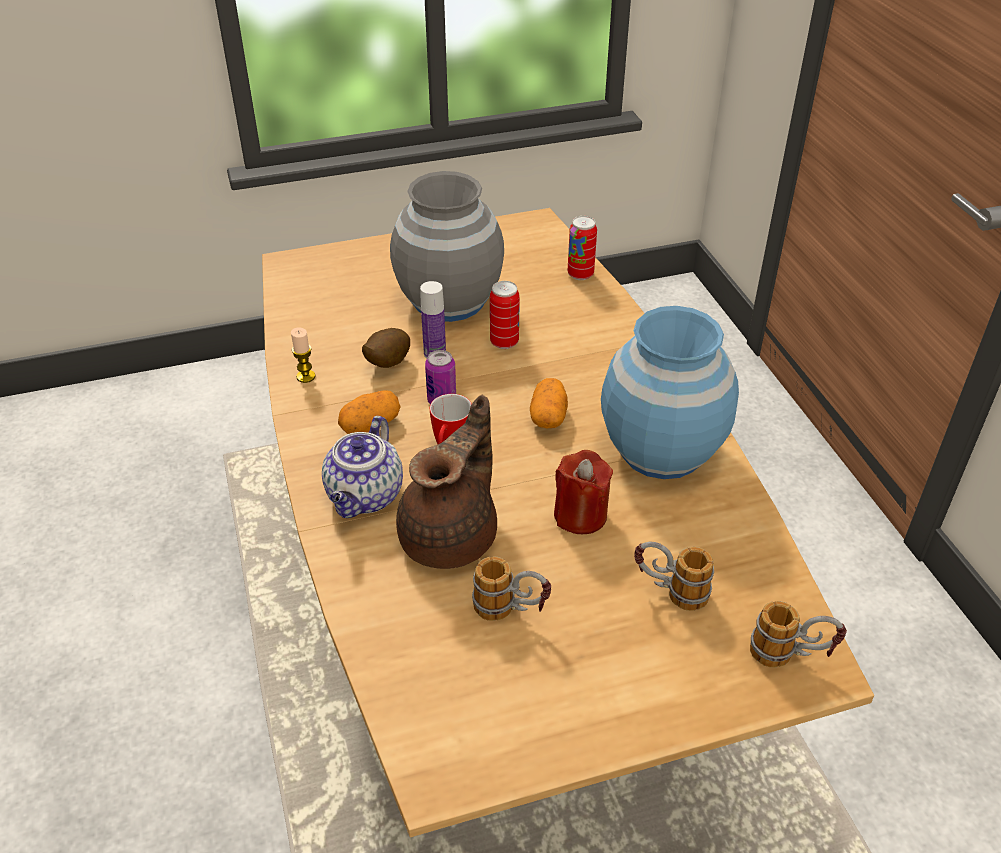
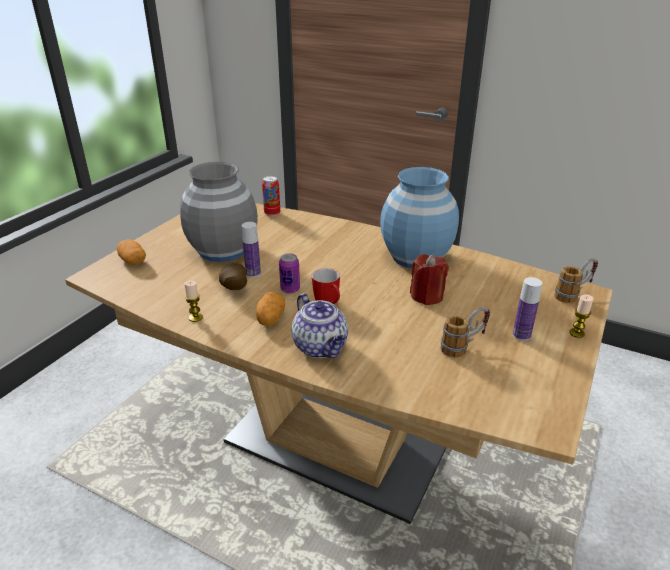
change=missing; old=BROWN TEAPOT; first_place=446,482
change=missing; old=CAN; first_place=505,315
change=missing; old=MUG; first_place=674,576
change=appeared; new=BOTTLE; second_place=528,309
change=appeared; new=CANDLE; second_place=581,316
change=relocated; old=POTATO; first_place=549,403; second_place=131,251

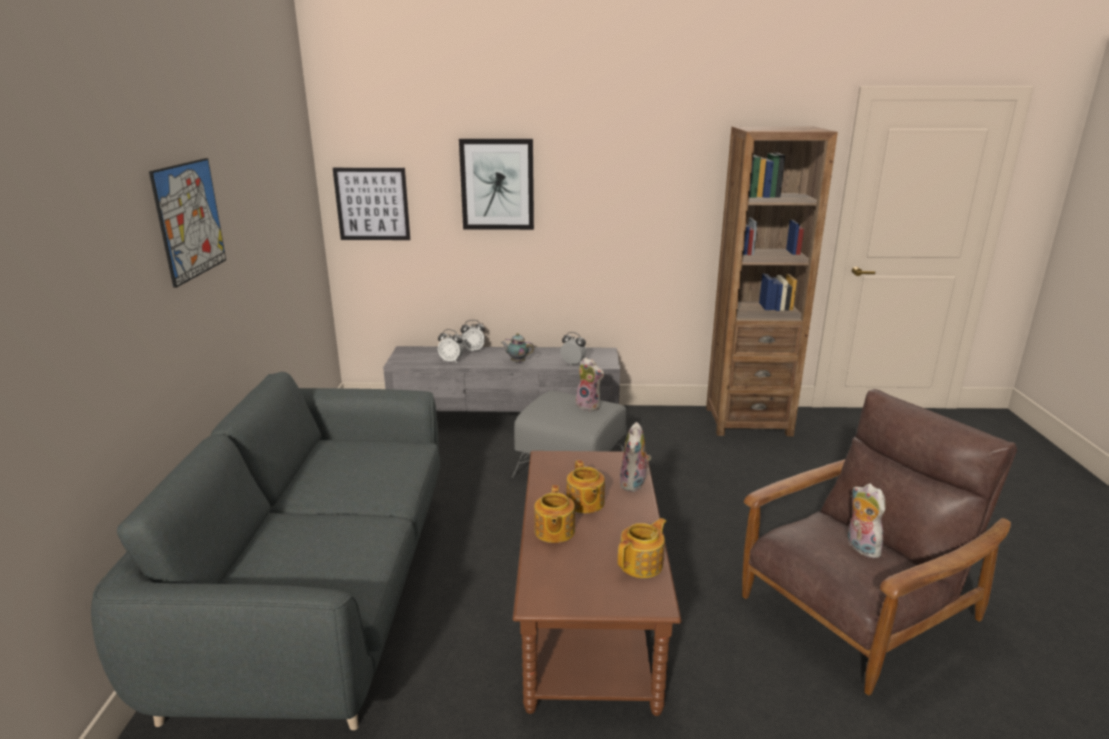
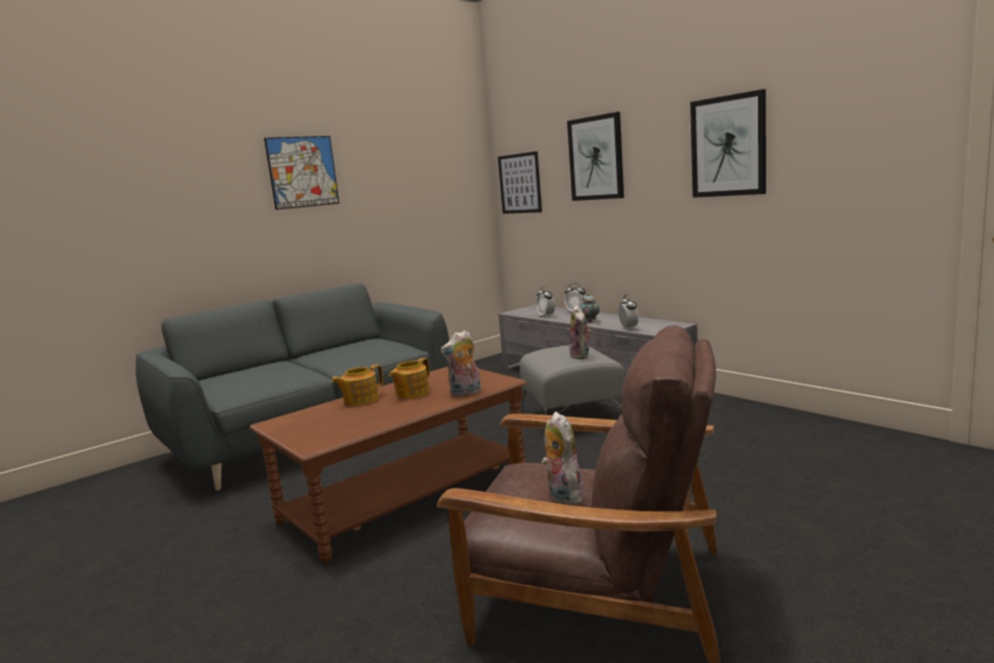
change=missing; old=TEAPOT; first_place=642,548
change=missing; old=BROWN BOOKCASE; first_place=772,281
change=appeared; new=PICTURE; second_place=728,143
change=spun; old=PLUSH TOY; first_place=867,520; second_place=564,458; degrees=-45

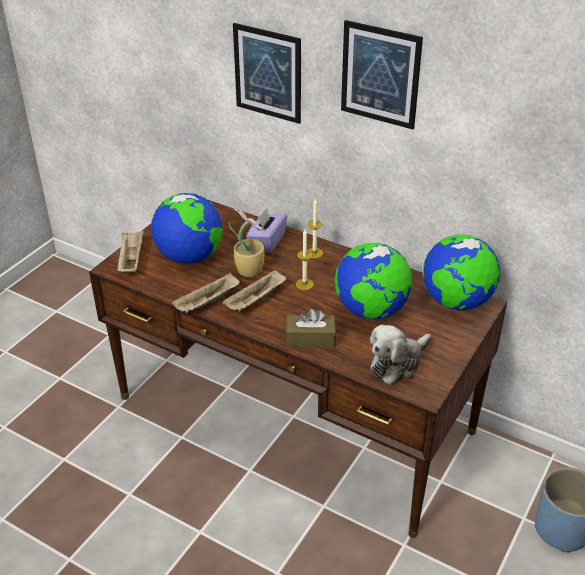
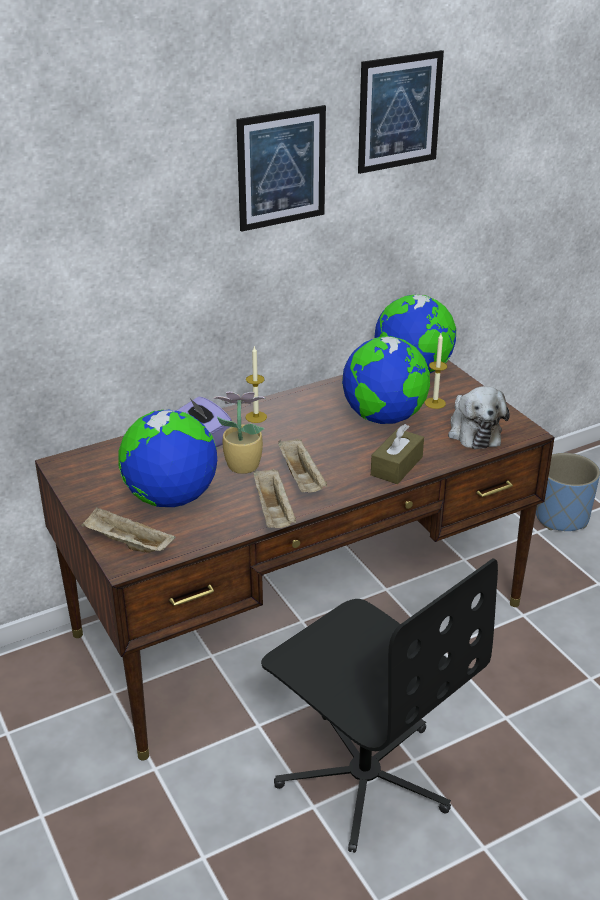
change=appeared; new=BLACK OFFICE CHAIR; second_place=379,705
change=relocated; old=PICTURE; first_place=267,73; second_place=401,112
change=relocated; old=CANDLE; first_place=305,259; second_place=436,371

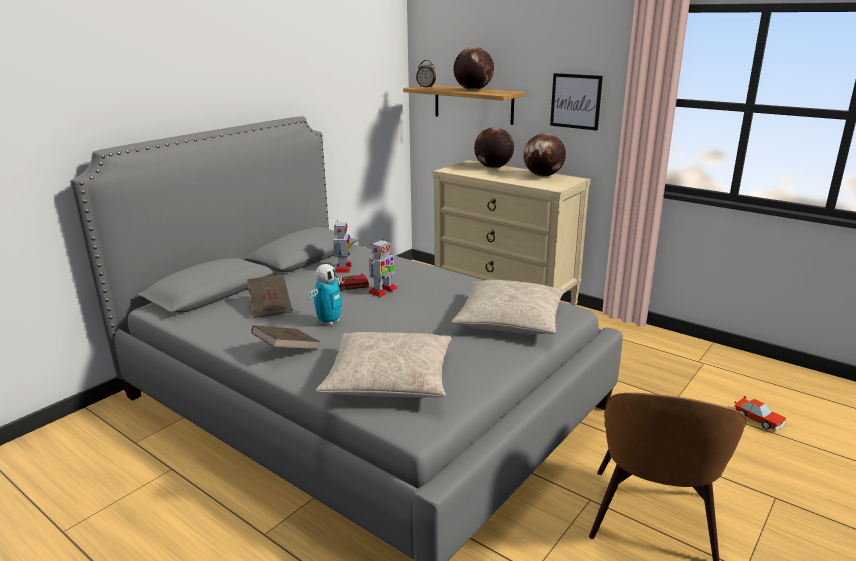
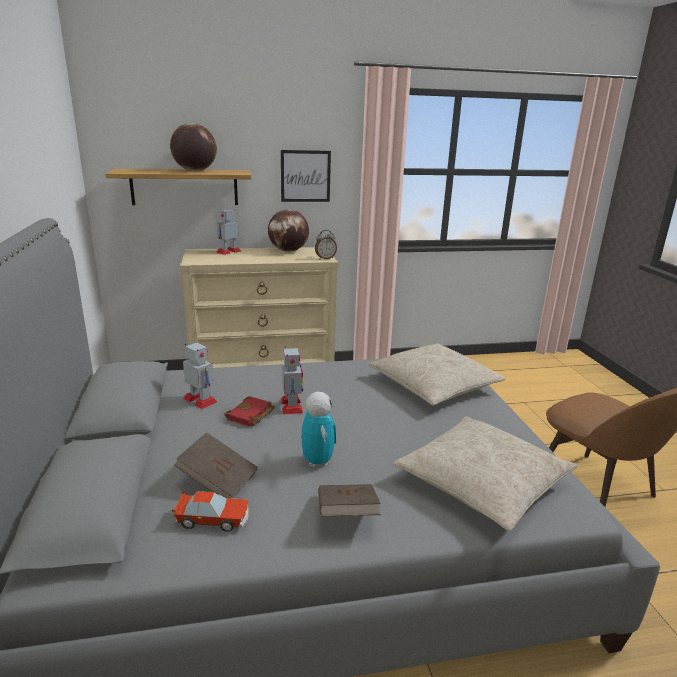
change=relocated; old=ALARM CLOCK; first_place=426,74; second_place=326,244
change=relocated; old=TOY CAR; first_place=760,413; second_place=210,511
change=exchanged; old=GLOBE; new=TOY ROBOT; first_place=494,147; second_place=228,232

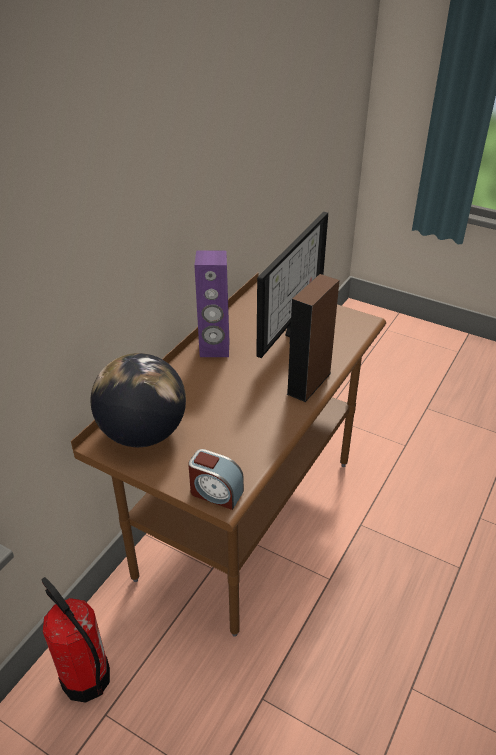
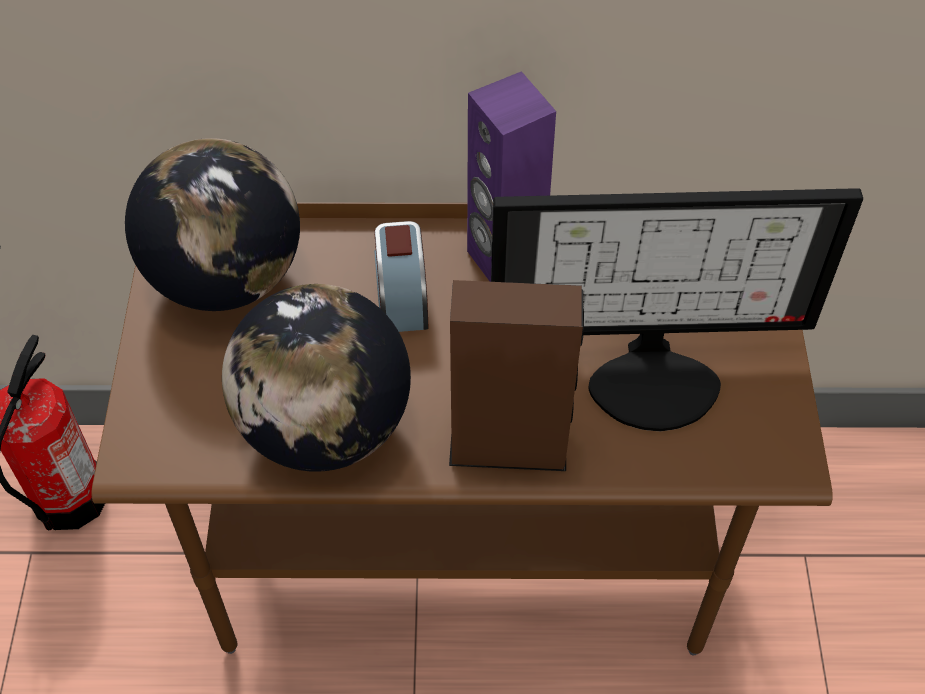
change=appeared; new=GLOBE; second_place=316,378
change=relocated; old=ALARM CLOCK; first_place=216,479; second_place=401,276

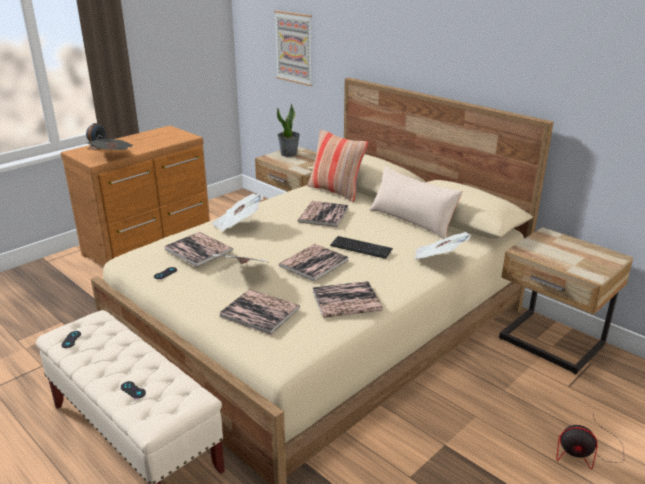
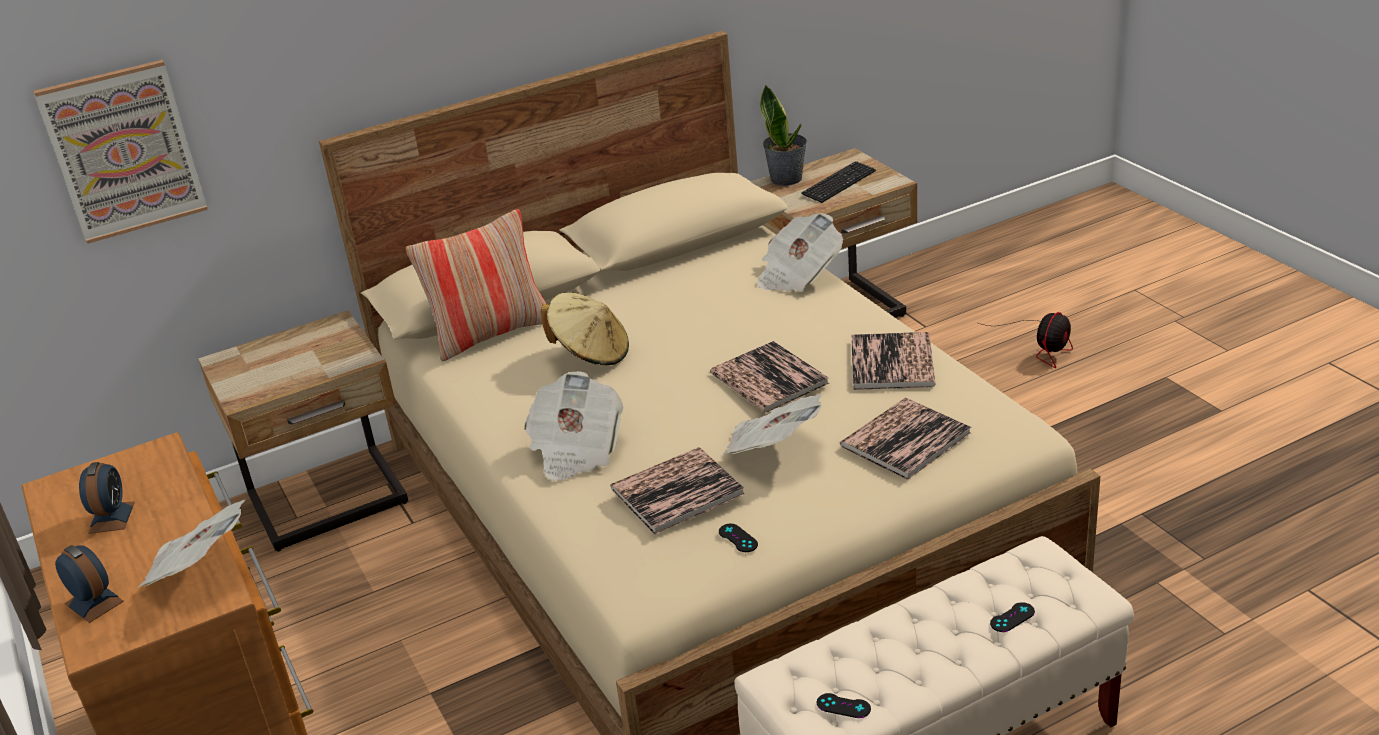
change=missing; old=BEIGE PILLOW; first_place=416,202
change=appeared; new=ALARM CLOCK; second_place=107,498
change=relocated; old=POTTED PLANT; first_place=288,130; second_place=783,135
change=relocated; old=KEYBOARD; first_place=361,247; second_place=838,182
change=exchanged; old=BOOK; new=BEIGE HAT; first_place=323,214; second_place=585,329

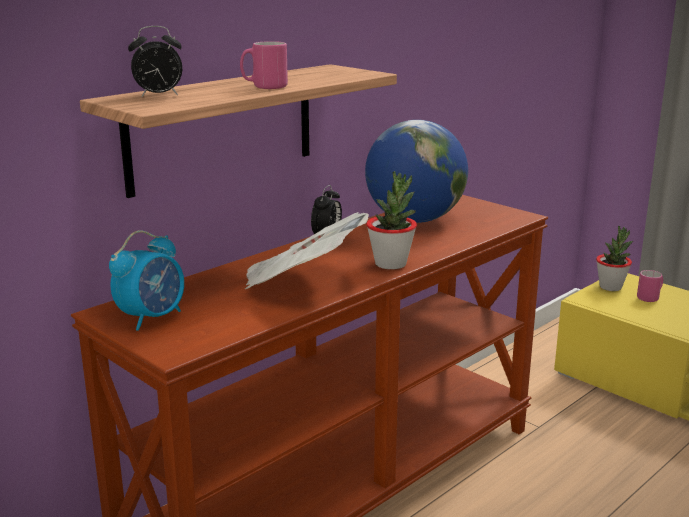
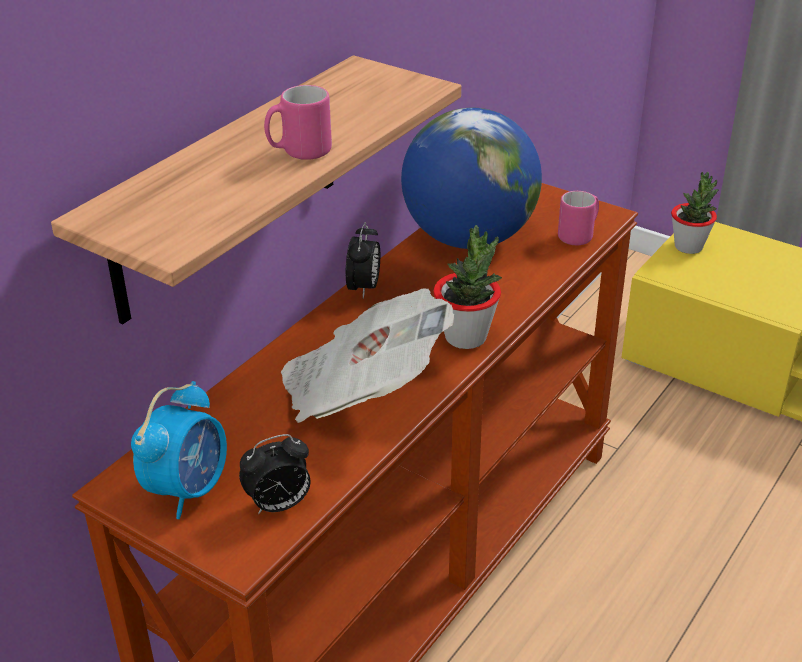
change=relocated; old=ALARM CLOCK; first_place=155,61; second_place=274,474
change=relocated; old=PINK MUG; first_place=650,286; second_place=578,218

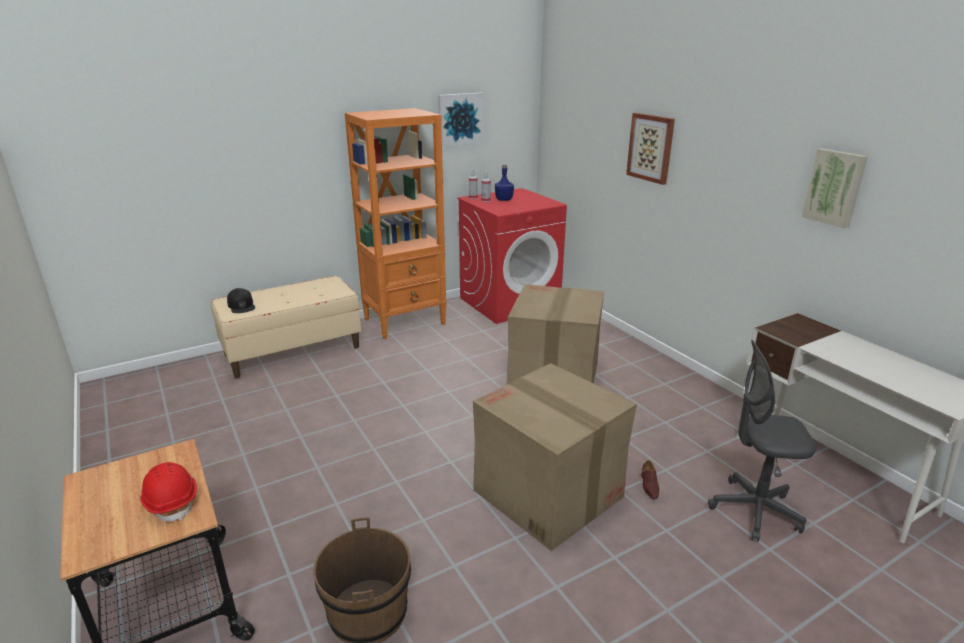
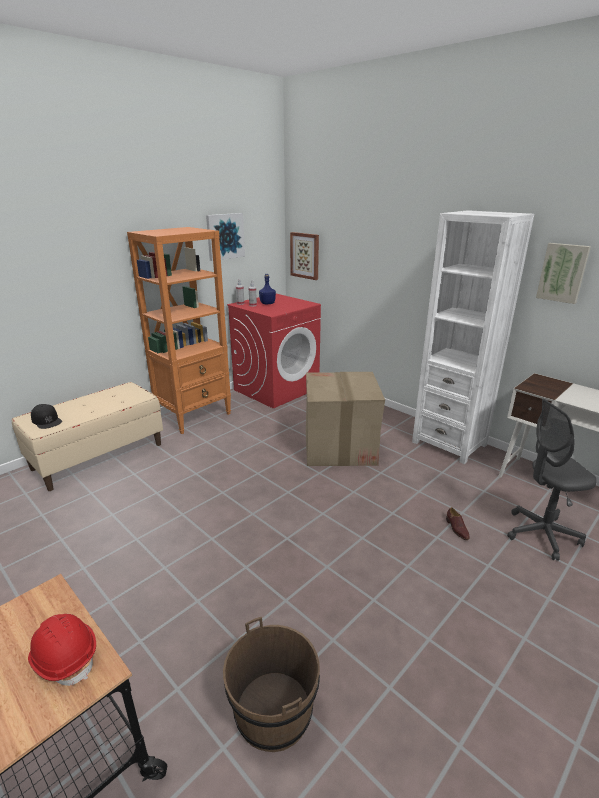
change=missing; old=CARDBOARD BOX; first_place=555,457
change=appeared; new=WHITE BOOKCASE; second_place=473,337
change=relocated; old=PICTURE; first_place=650,149; second_place=304,256

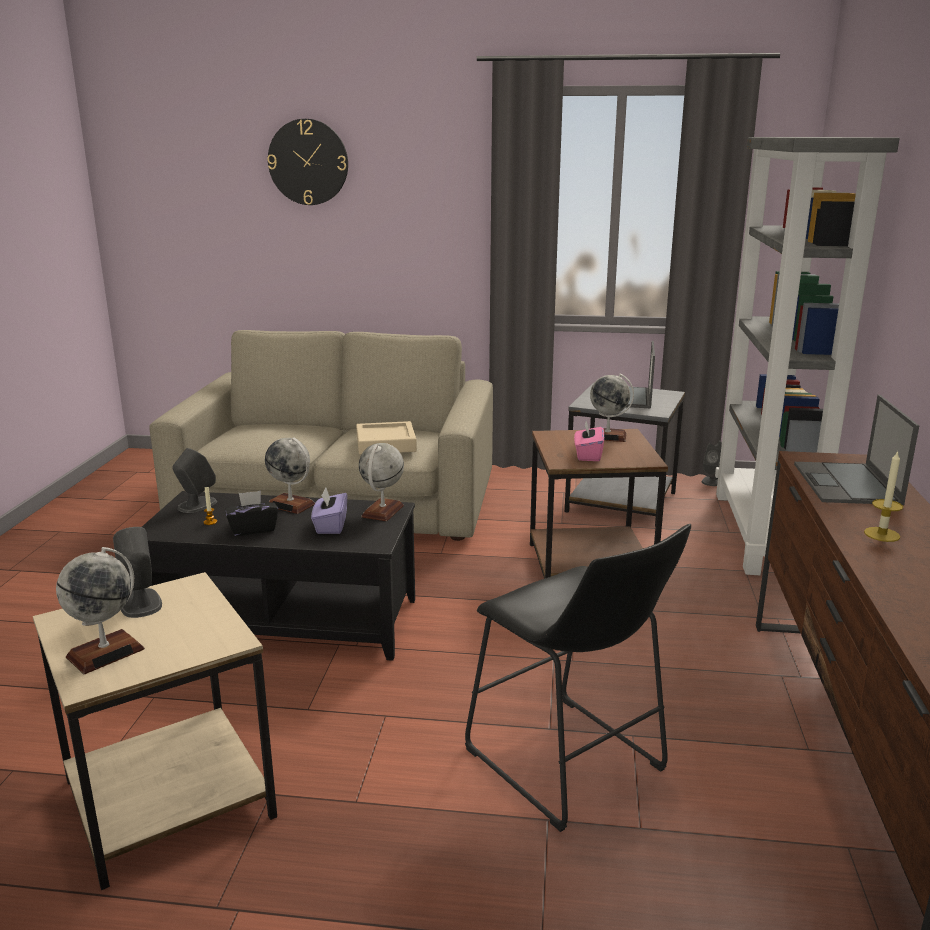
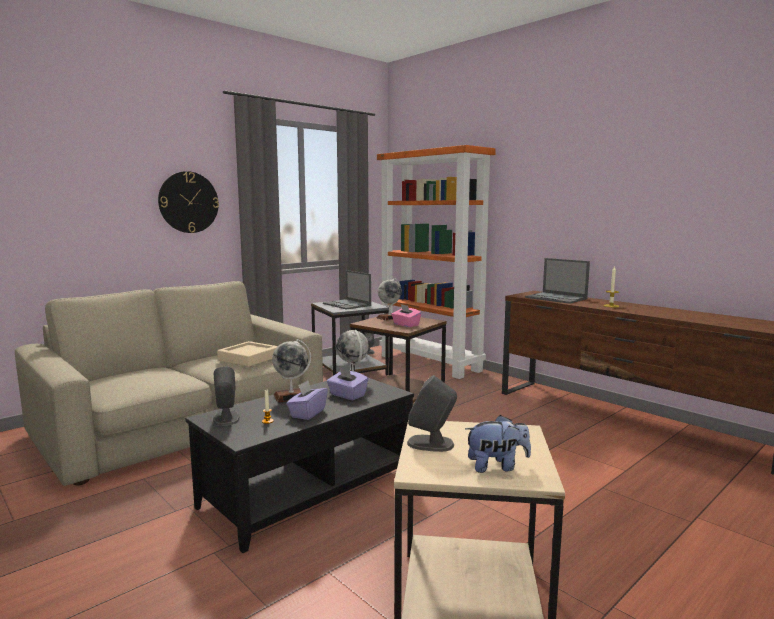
change=missing; old=BLACK STOOL; first_place=578,678
change=relocated; old=WALL CLOCK; first_place=307,162; second_place=188,202
change=exchanged; old=GLOBE; new=PLUSH TOY; first_place=100,610; second_place=498,444
change=colour; old=BLACK TISSUE BOX; new=PURPLE TISSUE BOX; first_place=251,513; second_place=307,400
change=colour; old=GREY BOOKCASE; new=ORANGE BOOKCASE; first_place=807,356; second_place=436,262

